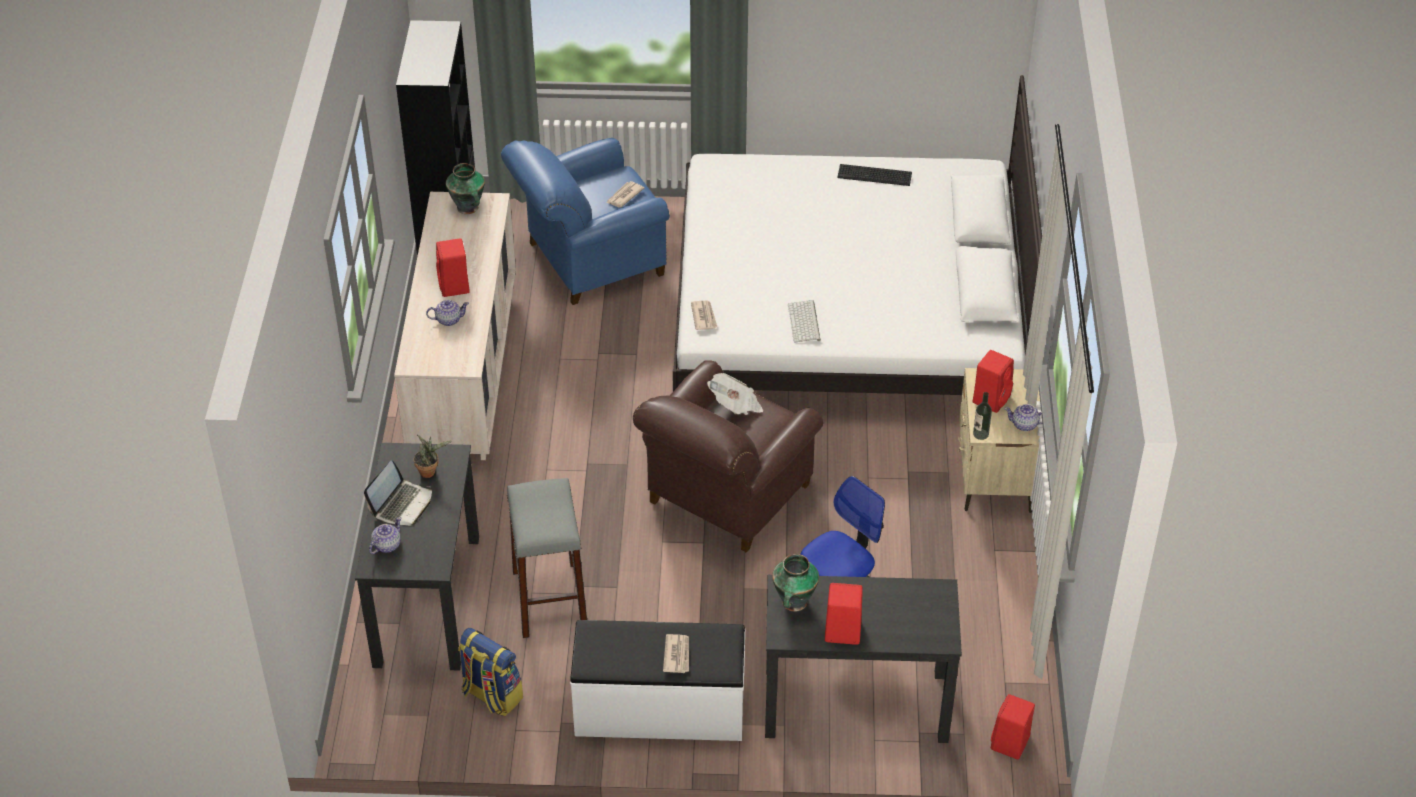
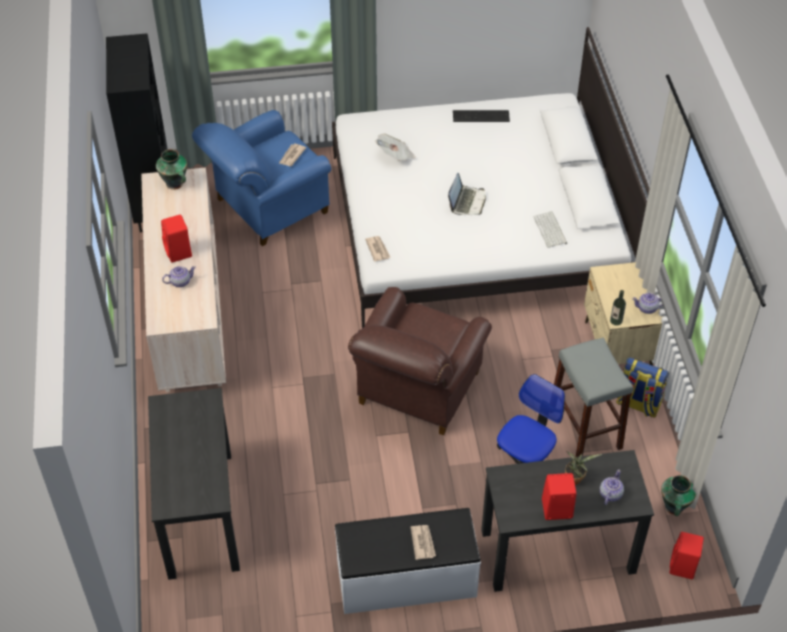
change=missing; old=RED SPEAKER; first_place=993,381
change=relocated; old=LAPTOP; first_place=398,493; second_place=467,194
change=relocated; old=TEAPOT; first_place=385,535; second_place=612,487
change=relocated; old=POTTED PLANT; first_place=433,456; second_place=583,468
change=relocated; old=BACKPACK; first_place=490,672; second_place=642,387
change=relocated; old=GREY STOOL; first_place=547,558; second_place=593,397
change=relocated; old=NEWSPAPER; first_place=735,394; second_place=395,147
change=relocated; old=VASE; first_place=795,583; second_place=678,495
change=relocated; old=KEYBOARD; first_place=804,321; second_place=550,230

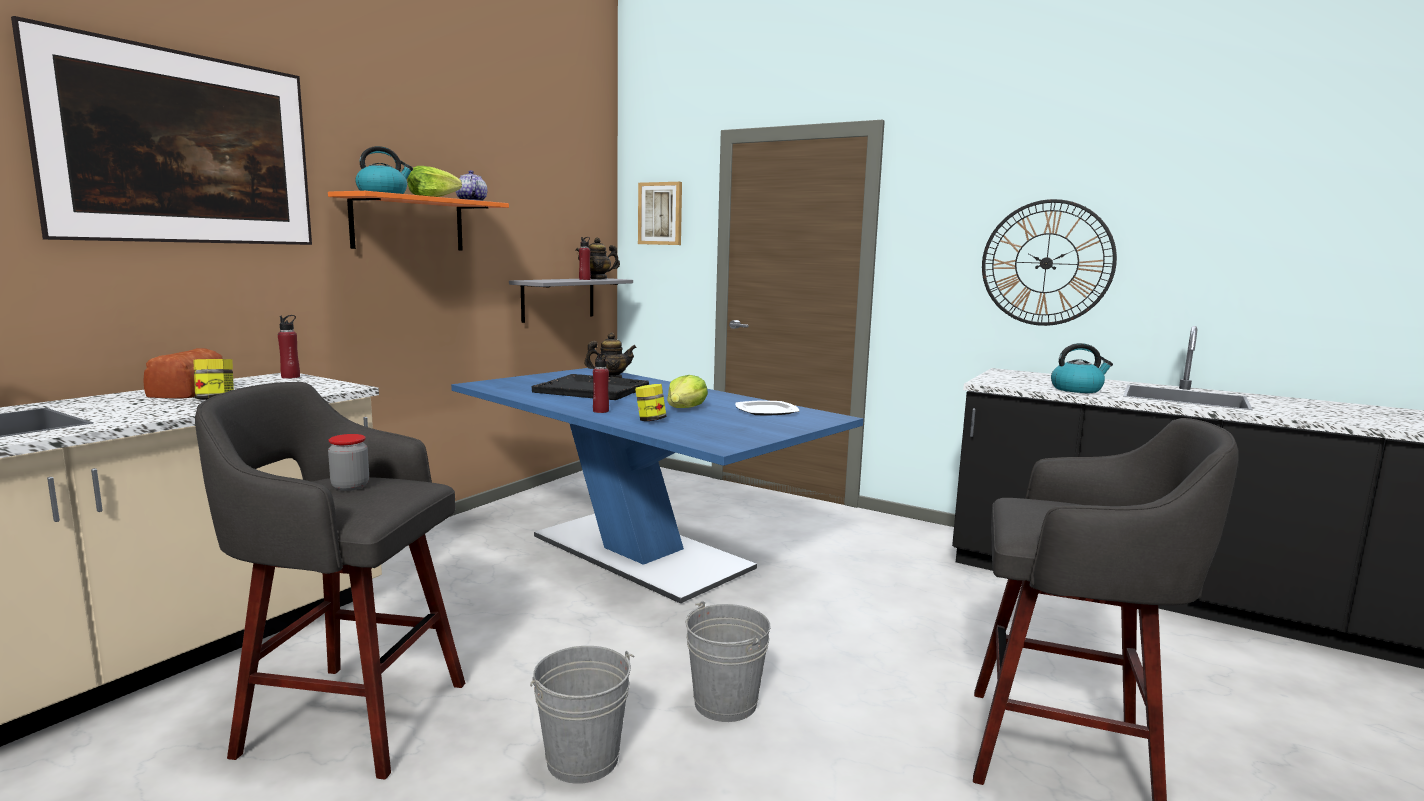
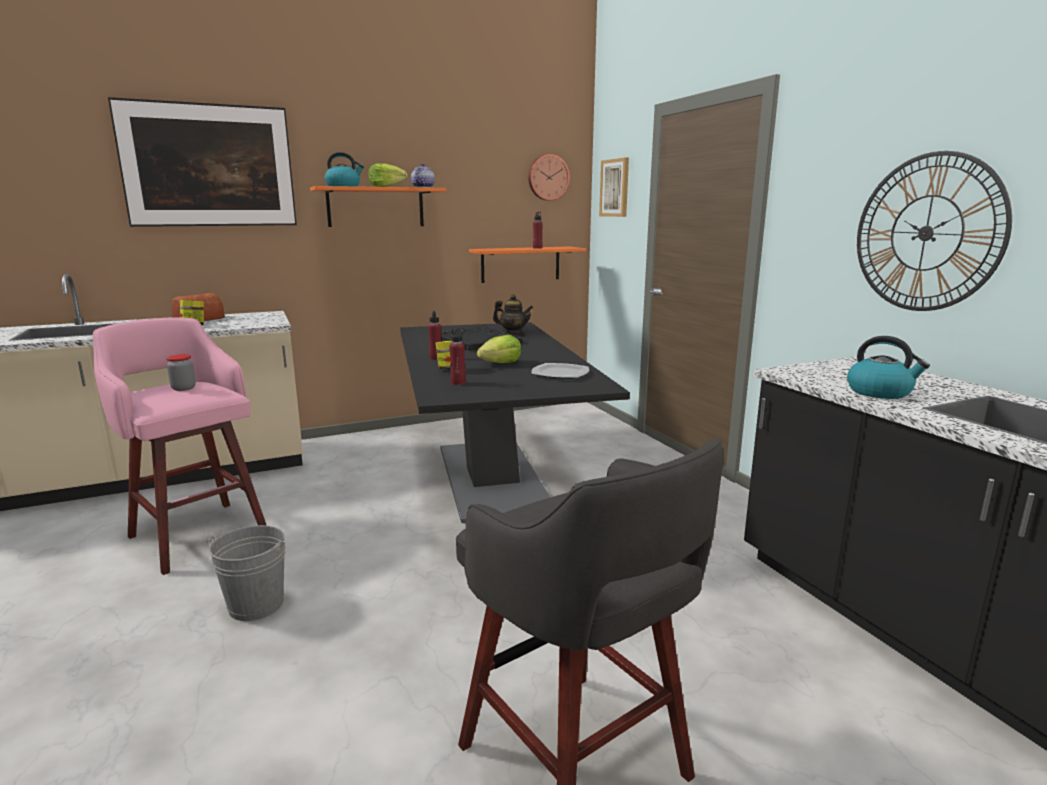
change=missing; old=TEAPOT; first_place=598,258
change=missing; old=GREY BUCKET; first_place=728,661
change=appeared; new=WALL CLOCK; second_place=549,177
change=relocated; old=RED BOTTLE; first_place=289,347; second_place=457,356
change=colour; old=GREY STOOL; new=PINK STOOL; first_place=330,581; second_place=180,446
change=colour; old=BLUE DINING TABLE; new=BLACK DINING TABLE; first_place=657,486; second_place=515,422
change=colour; old=GREY SHELF; new=ORANGE SHELF; first_place=571,300; second_place=527,265

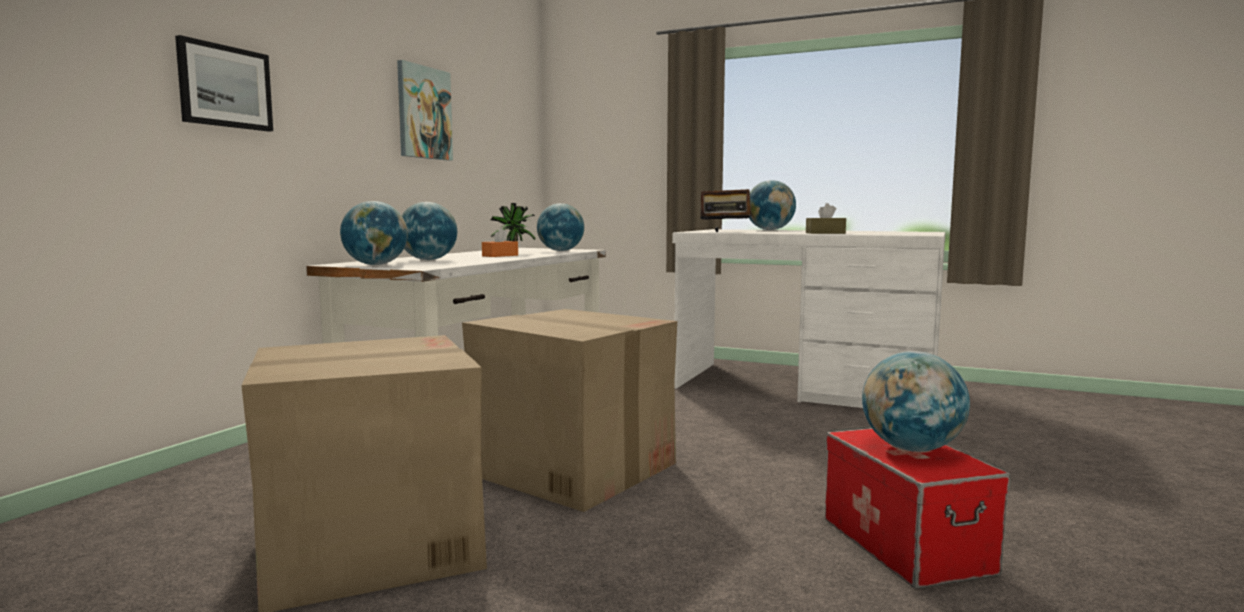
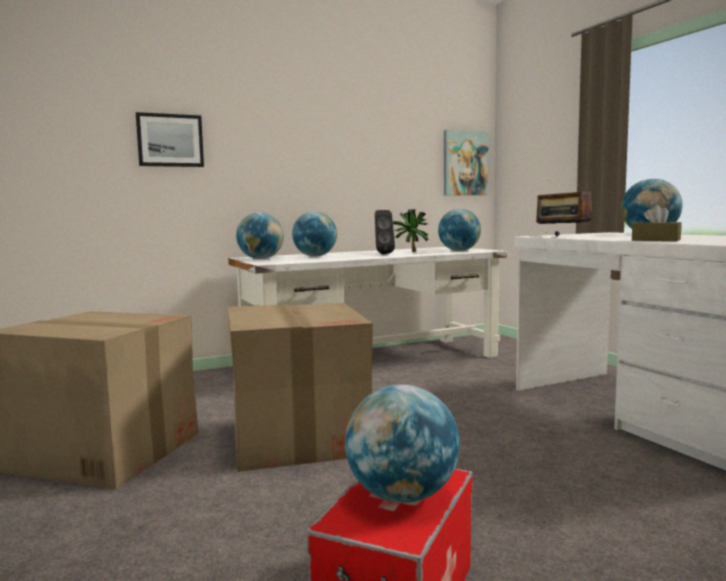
change=relocated; old=PICTURE; first_place=425,110; second_place=466,162
change=exchanged; old=ORANGE TISSUE BOX; new=BLACK SPEAKER; first_place=500,242; second_place=385,232

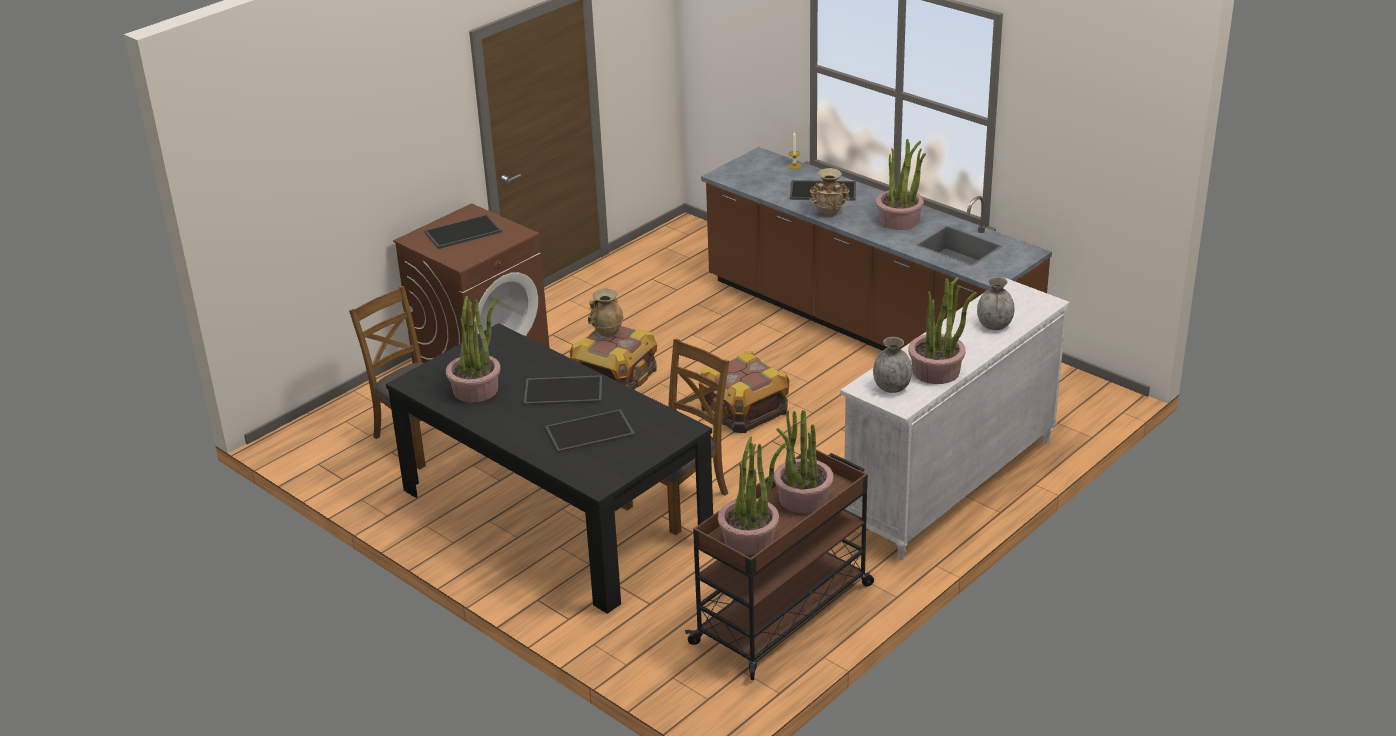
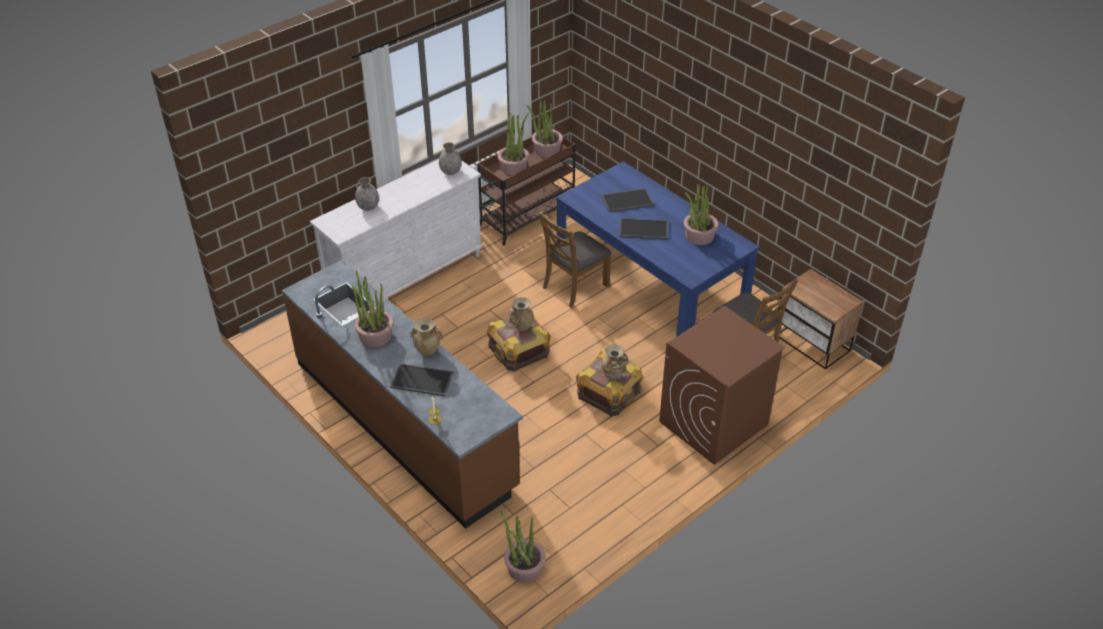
change=missing; old=TRAY; first_place=463,231
change=appeared; new=BEIGE VASE; second_place=521,314
change=appeared; new=NIGHTSTAND; second_place=820,319
change=relocated; old=POTTED PLANT; first_place=942,330; second_place=523,547
change=colour; old=BLACK DINING TABLE; new=BLUE DINING TABLE; first_place=549,468; second_place=657,249

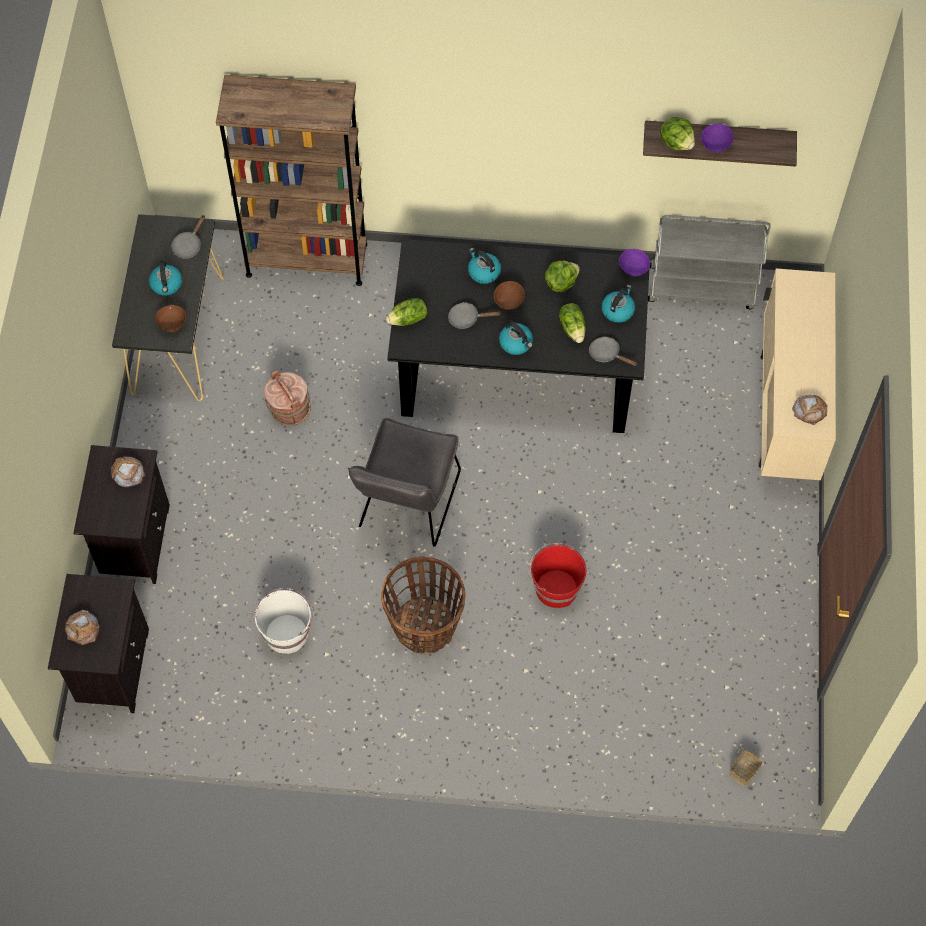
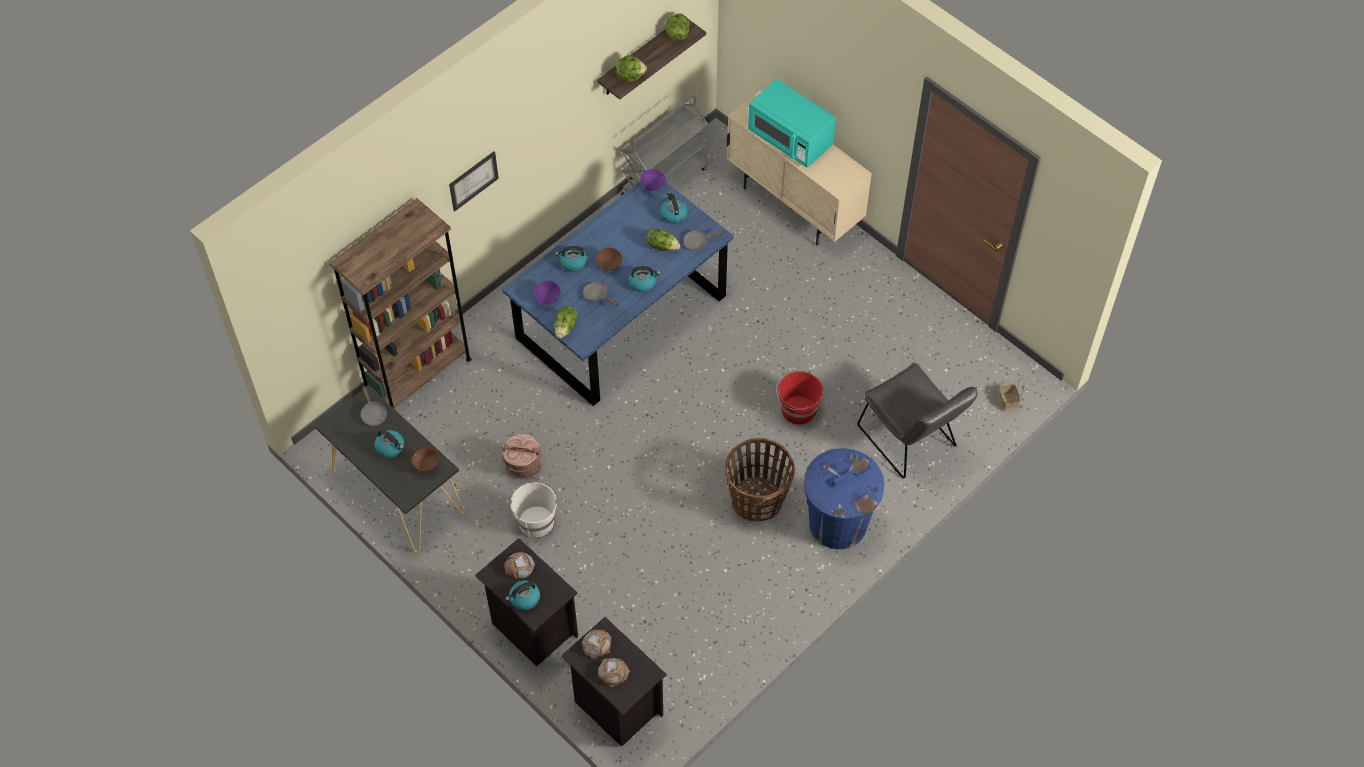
change=appeared; new=PICTURE; second_place=474,181
change=appeared; new=KETTLE; second_place=522,595
change=appeared; new=TURQUOISE MICROWAVE; second_place=792,123
change=appeared; new=BLUE TRASH CAN; second_place=844,498
change=relocated; old=WHITE BUCKET; first_place=284,621; second_place=534,509
change=relocated; old=GREY CHAIR; first_place=404,482; second_place=917,420
change=relocated; old=LETTUCE; first_place=562,276; second_place=677,27
change=relocated; old=PURPLE BOWL; first_place=717,138; second_place=548,293
change=relocated; old=BREAD; first_place=809,410; second_place=596,643
change=colour; old=BLACK DINING TABLE; new=BLUE DINING TABLE; first_place=518,336; second_place=618,293
change=spun; old=GREY FRYING PAN; first_place=474,315; second_place=601,293; degrees=90

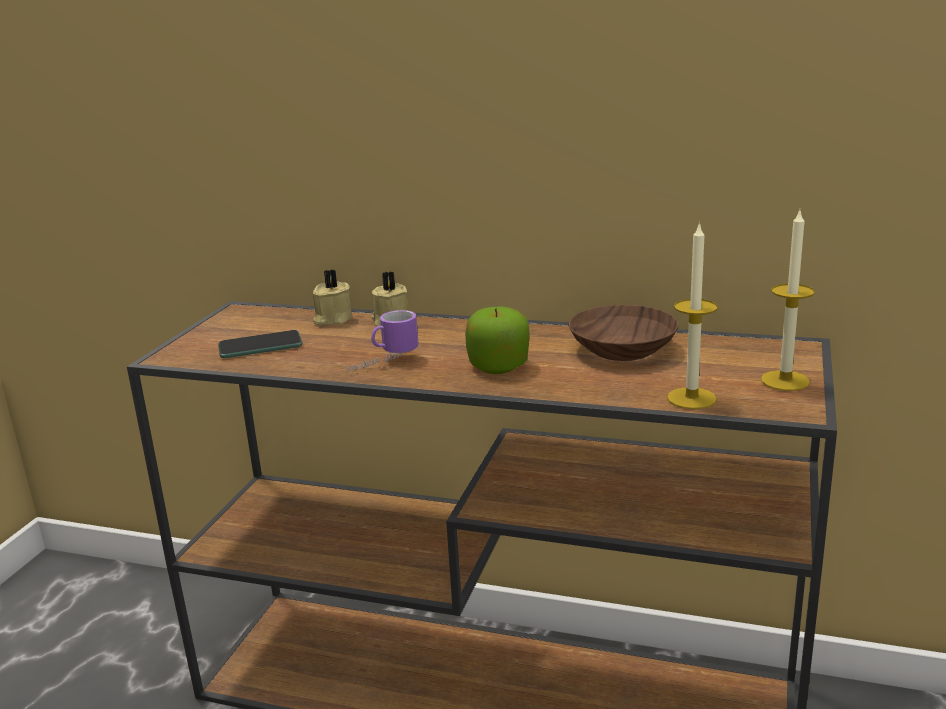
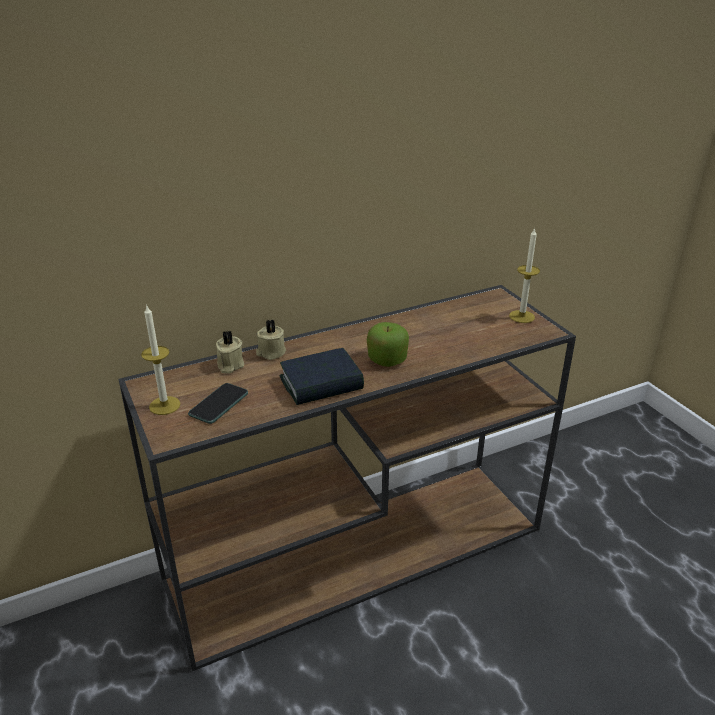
change=missing; old=BROWN BOWL; first_place=624,333
change=relocated; old=CANDLE; first_place=692,315; second_place=160,360
change=exchanged; old=MUG; new=BOOK; first_place=382,341; second_place=322,376

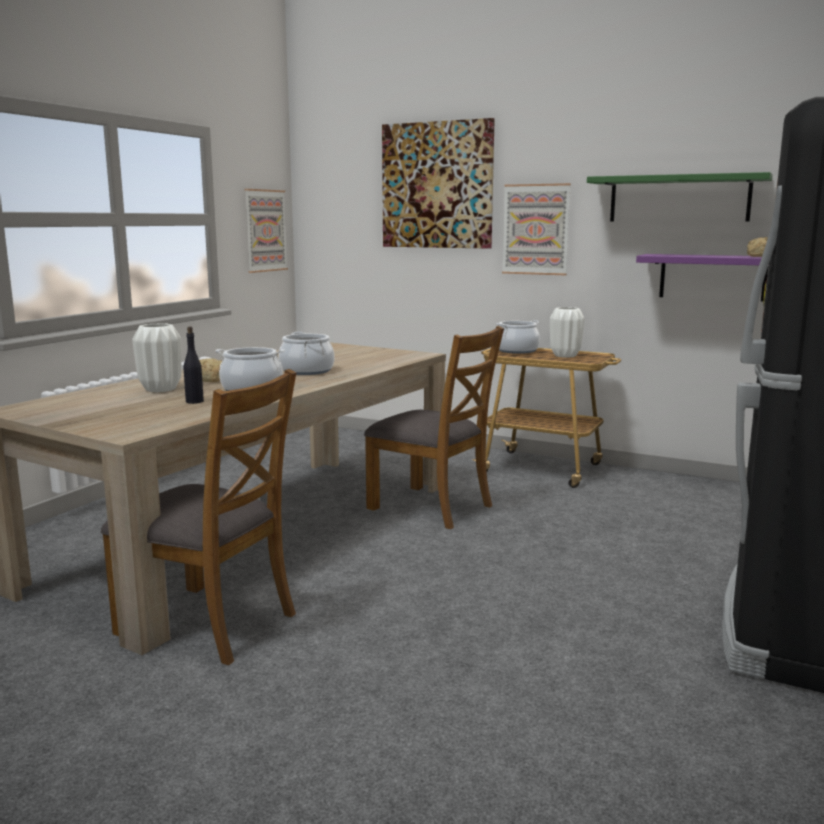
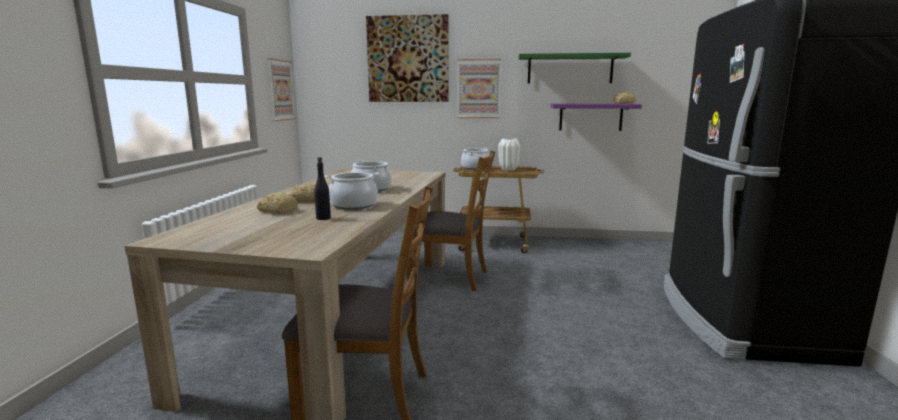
change=exchanged; old=WHITE VASE; new=BREAD; first_place=157,357; second_place=277,203

